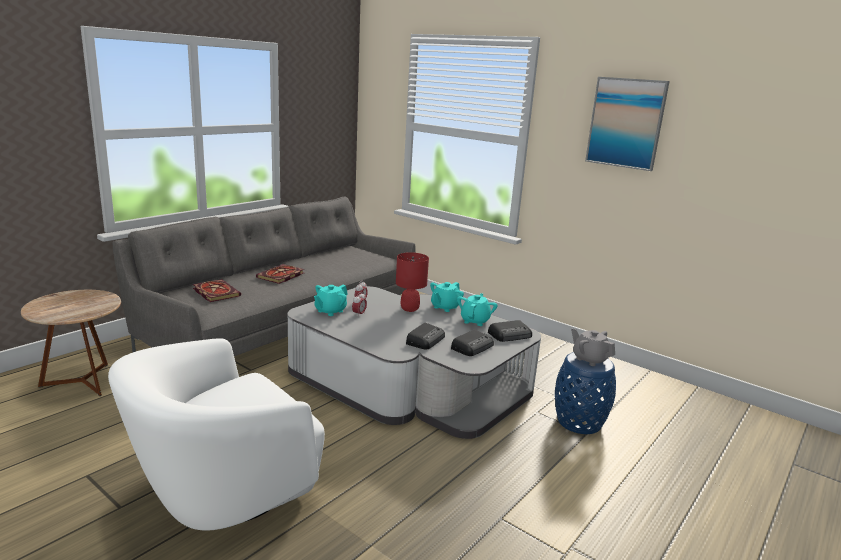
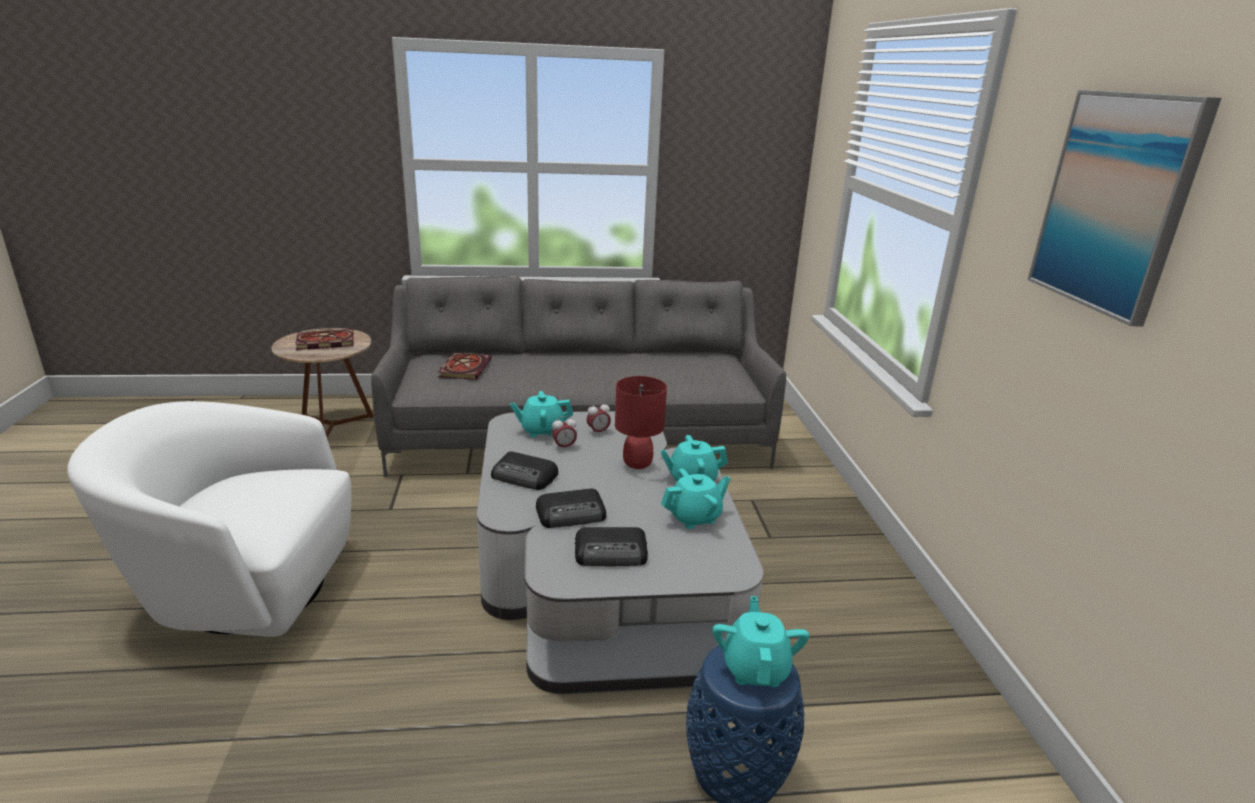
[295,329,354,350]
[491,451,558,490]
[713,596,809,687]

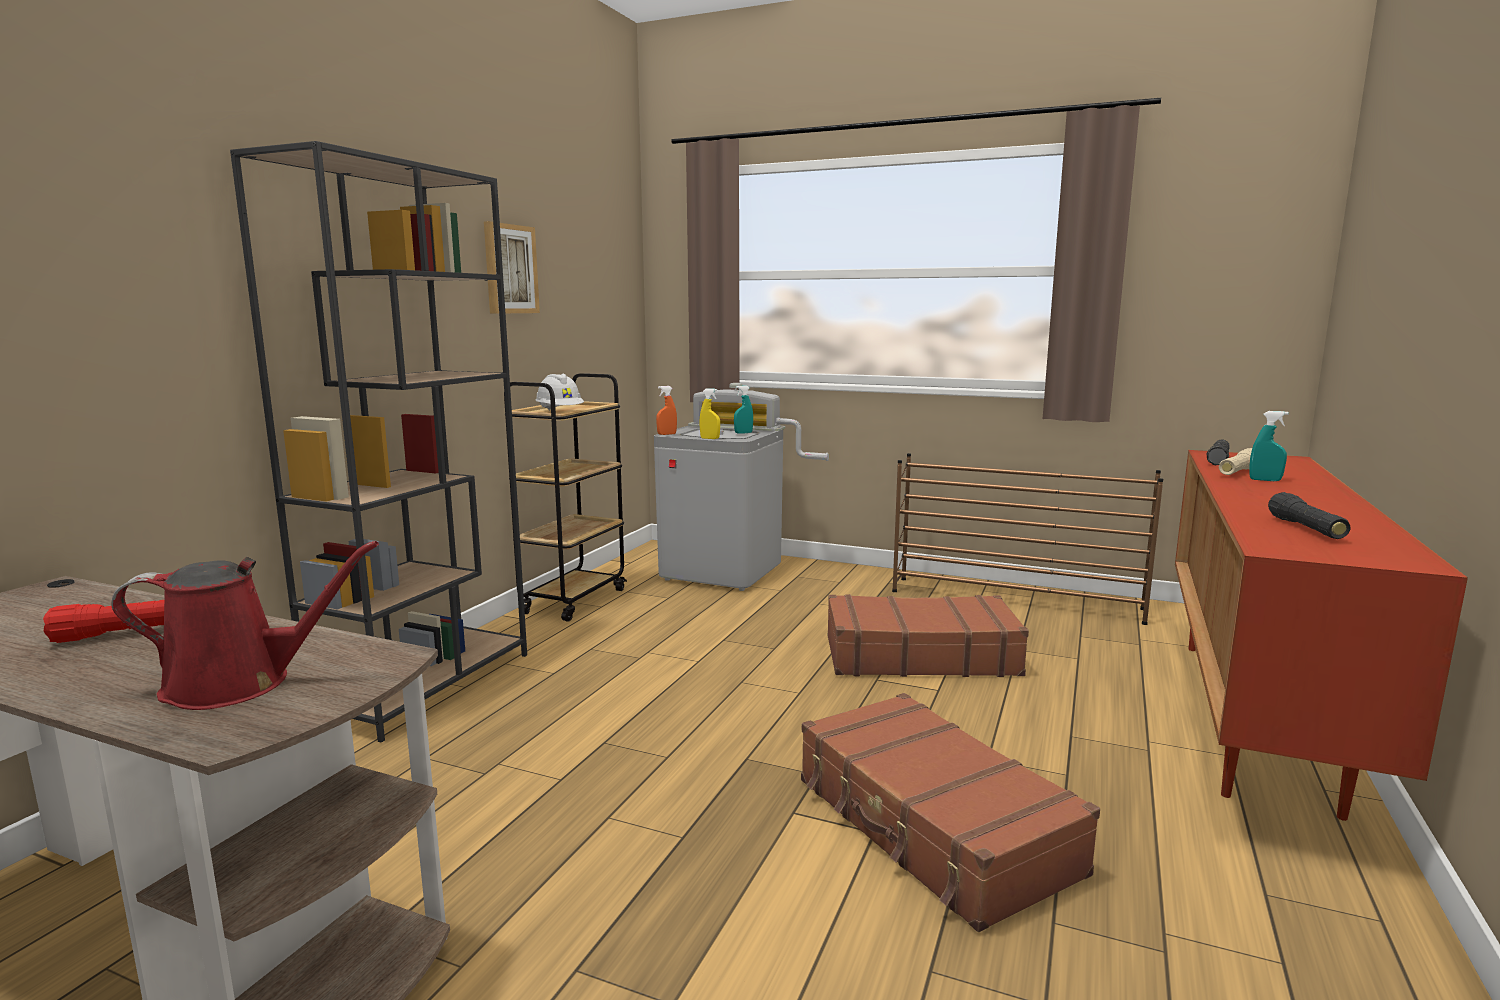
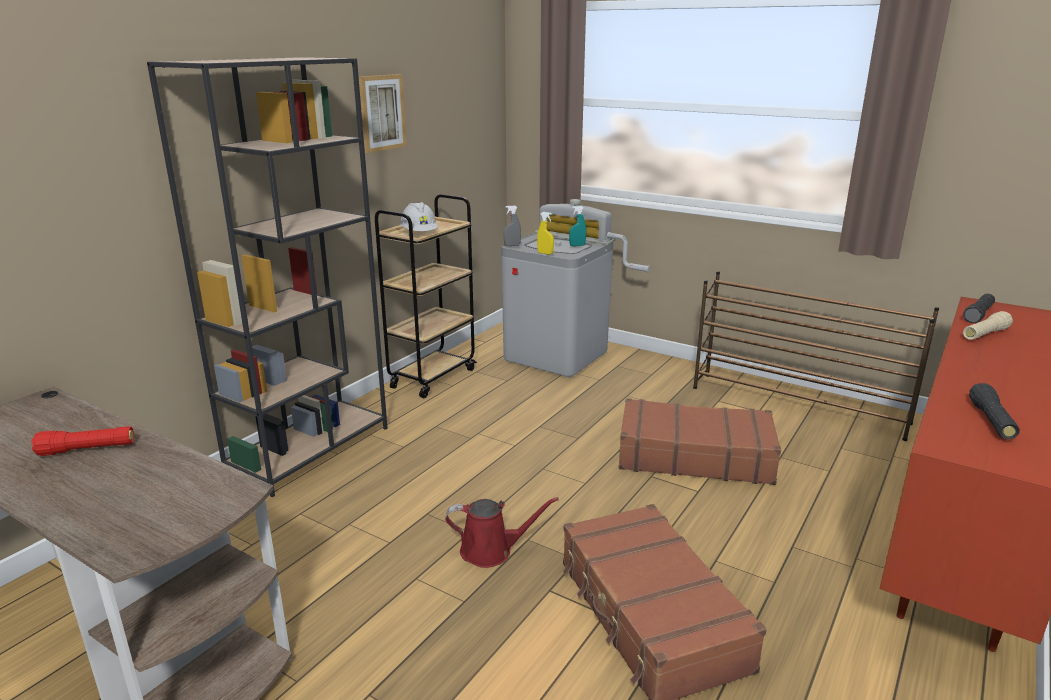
[1249,411,1289,481] (first image)
[445,497,559,568]
[503,205,521,246]

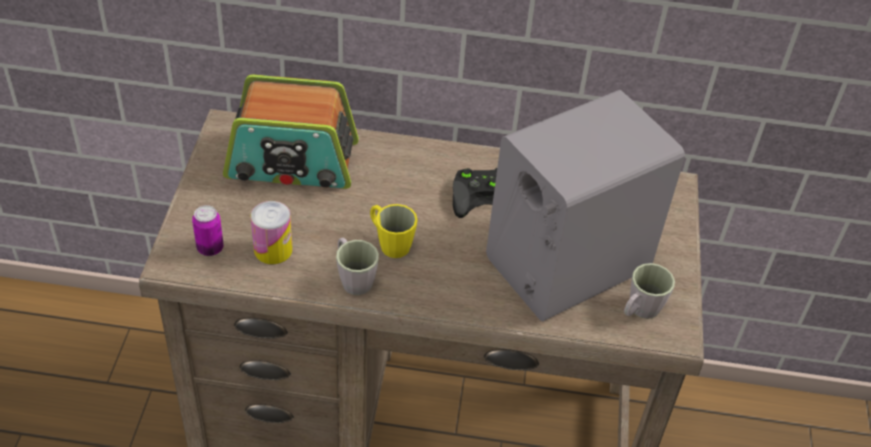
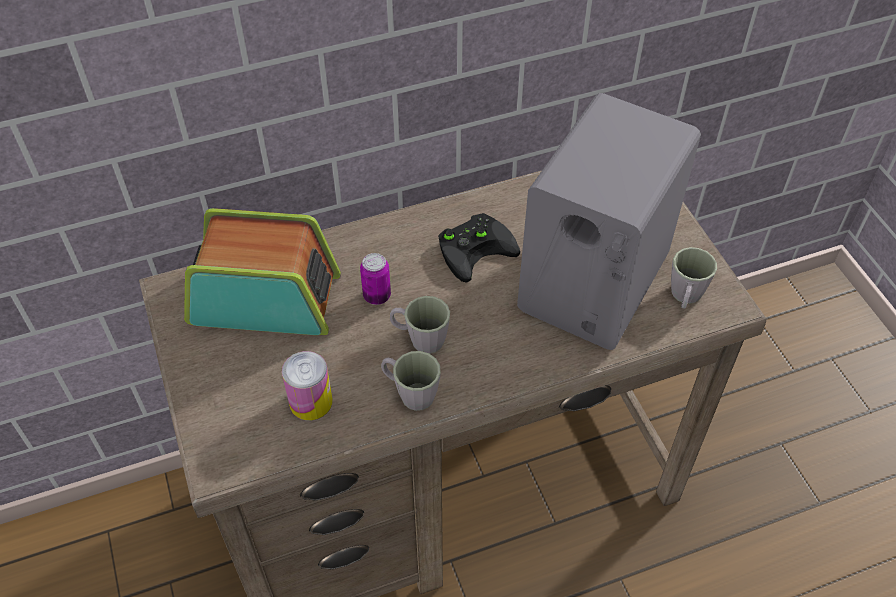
[360,253,391,305]
[390,296,450,354]
[184,208,341,335]

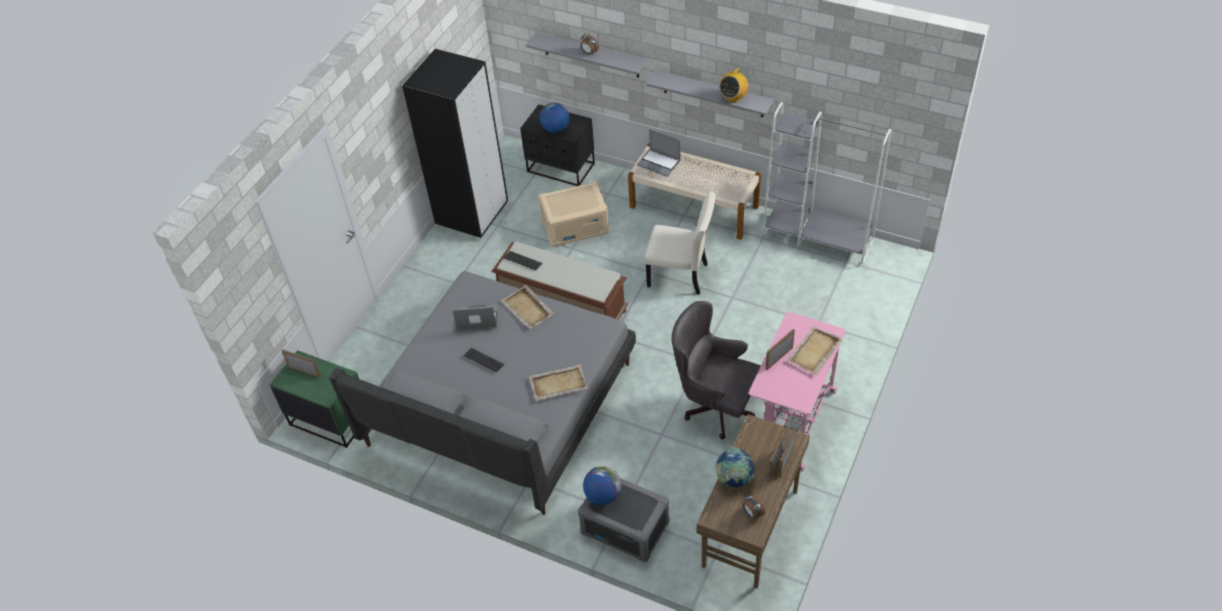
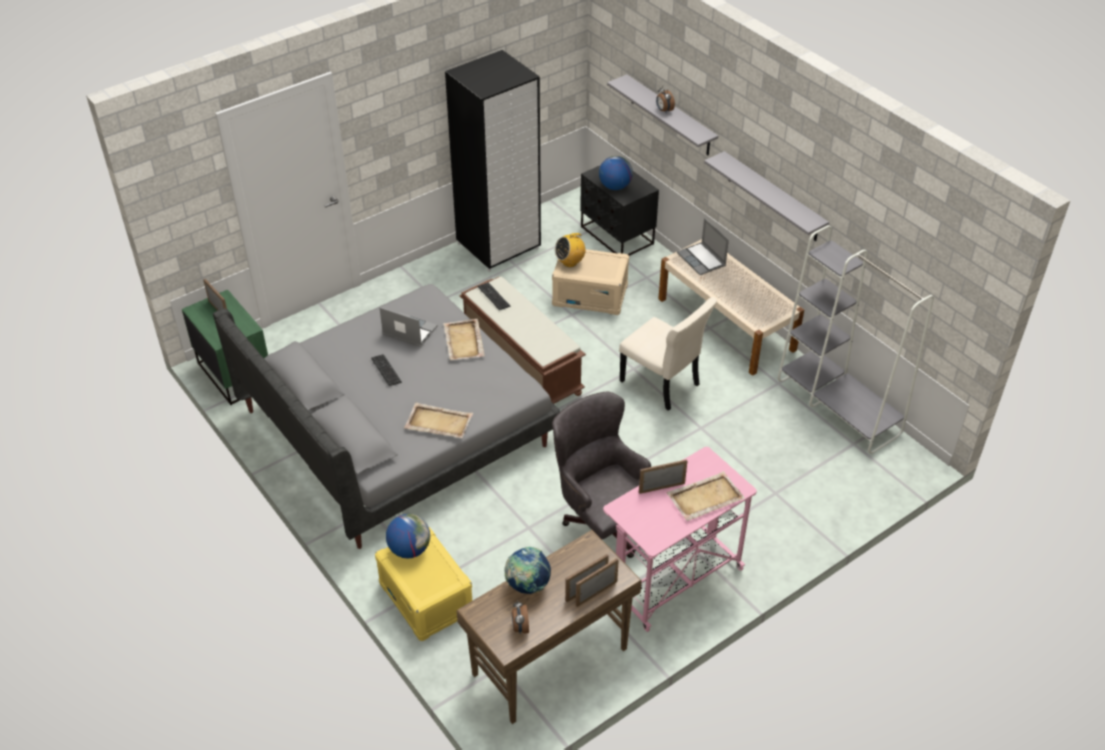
[555,233,585,267]
[375,527,472,641]

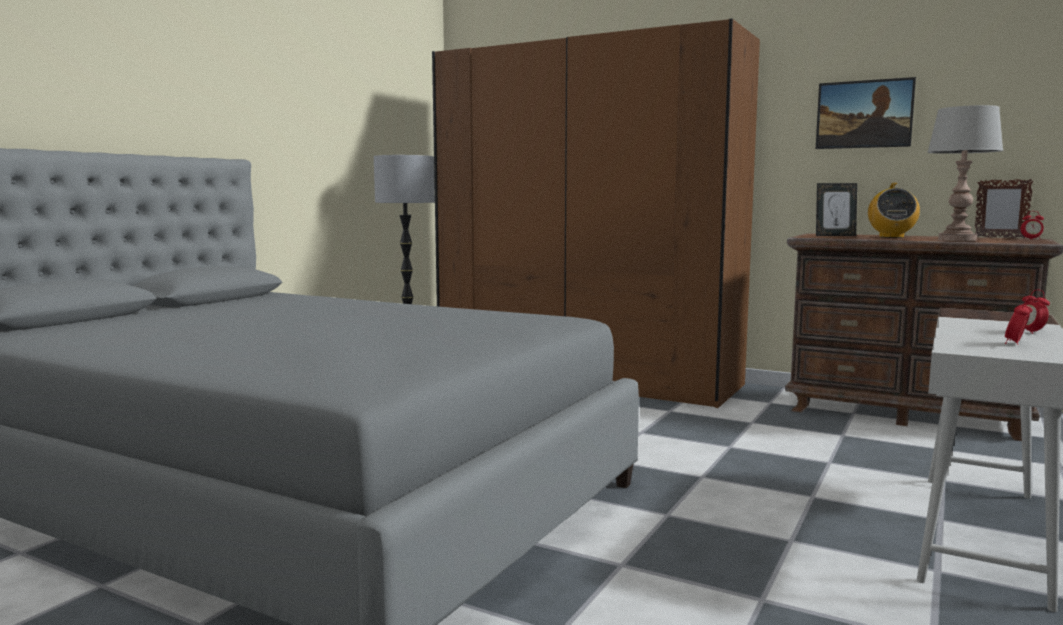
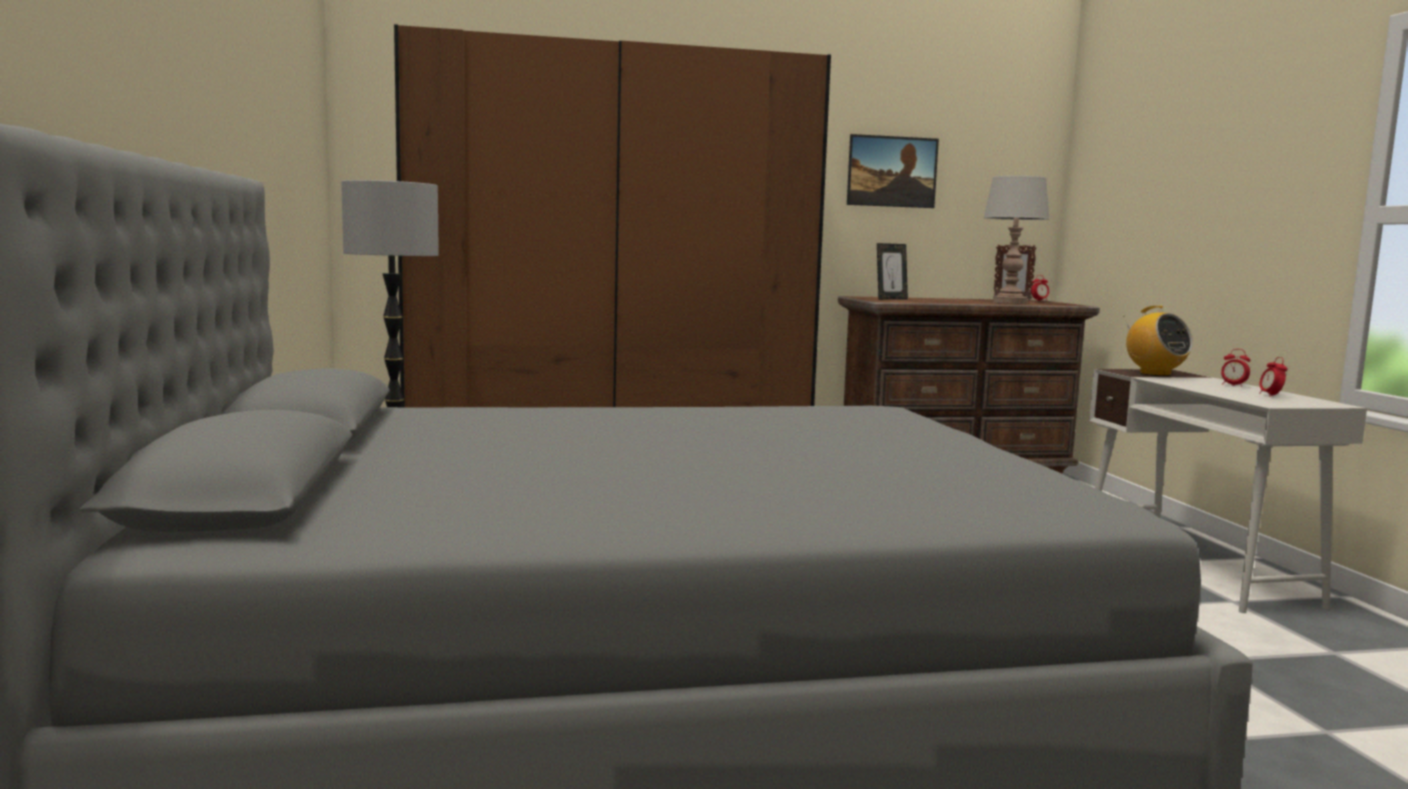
[1123,306,1193,376]

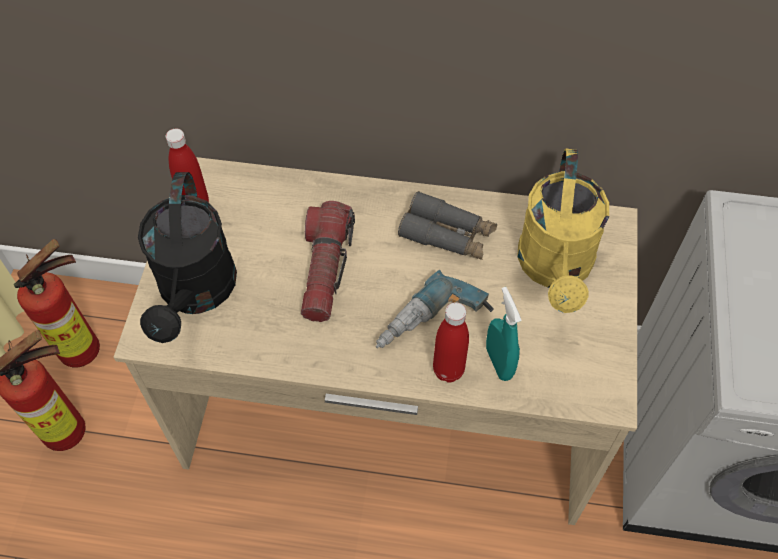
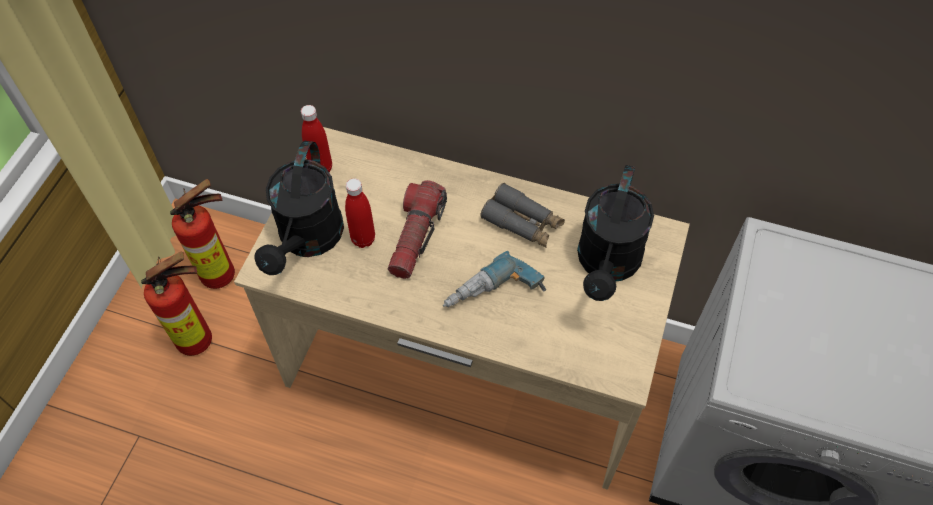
[486,287,522,381] (first image)
[345,178,375,248]
[577,165,654,301]

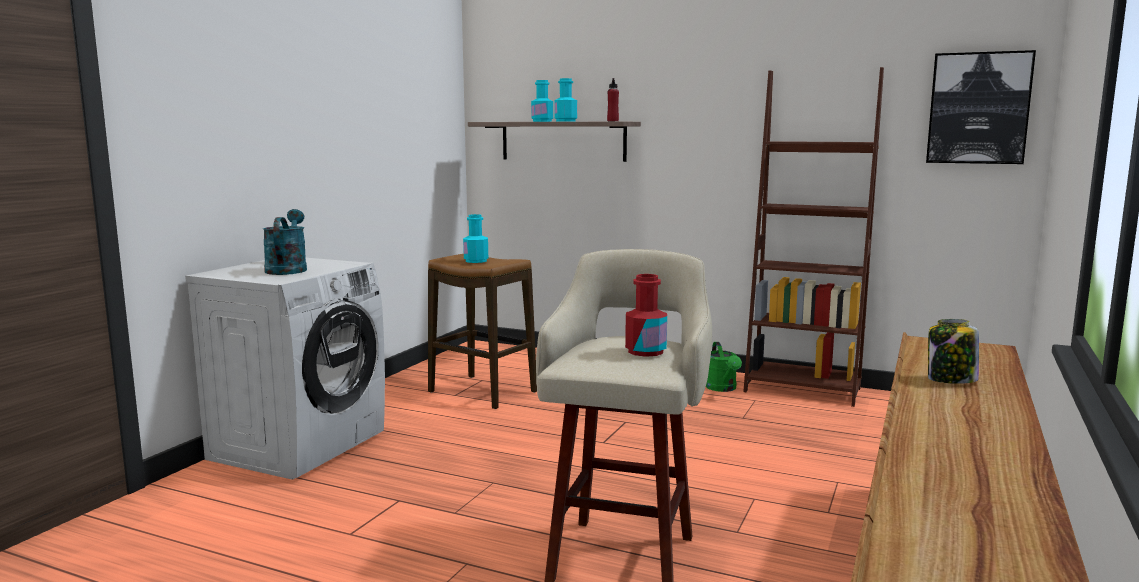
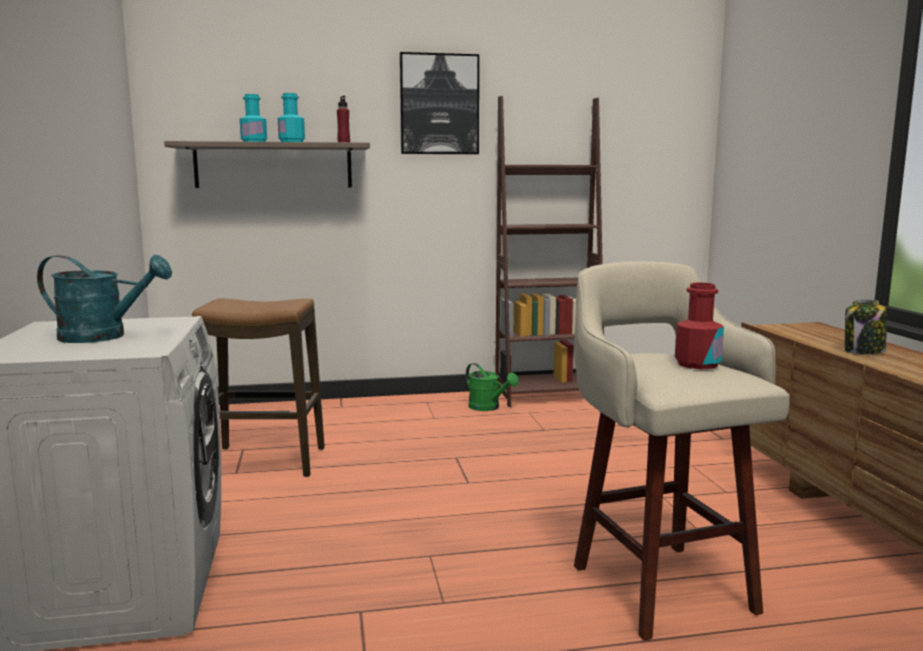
[463,214,488,263] (first image)
[399,52,479,154]
[37,255,172,343]

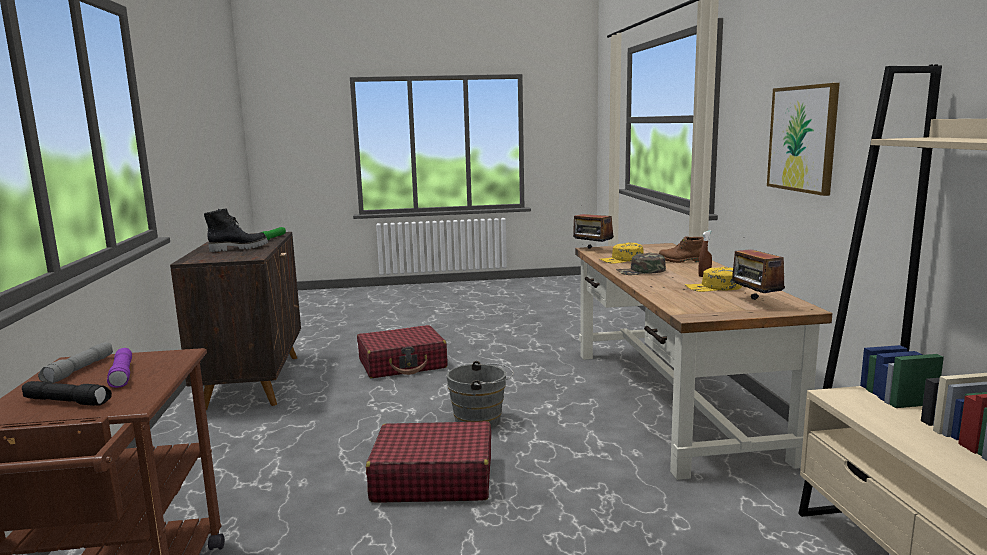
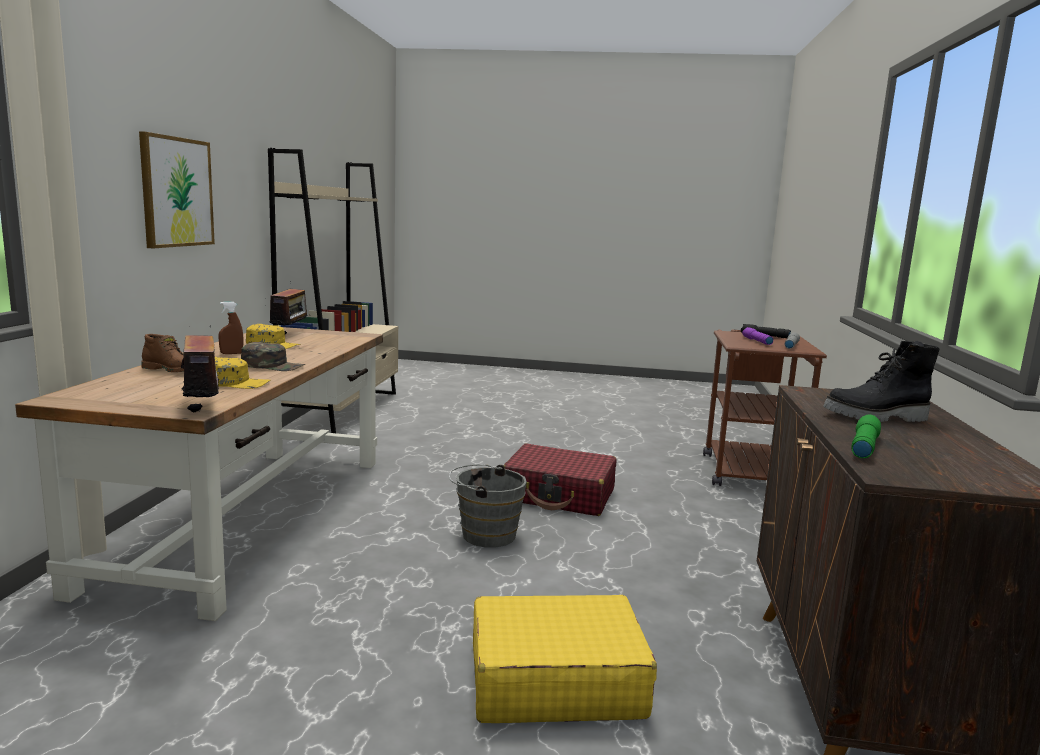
[473,595,657,723]

